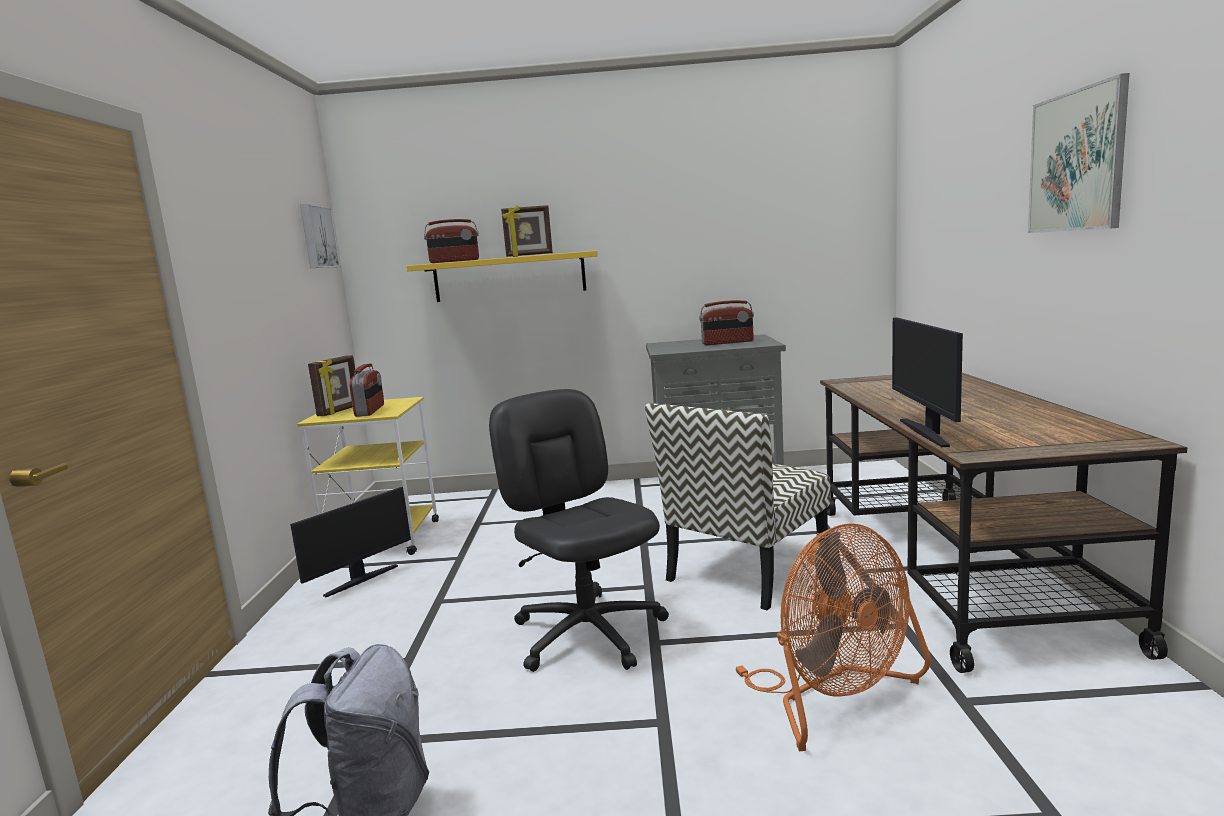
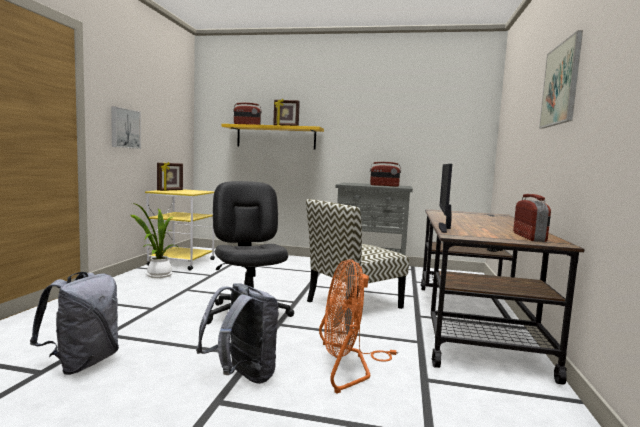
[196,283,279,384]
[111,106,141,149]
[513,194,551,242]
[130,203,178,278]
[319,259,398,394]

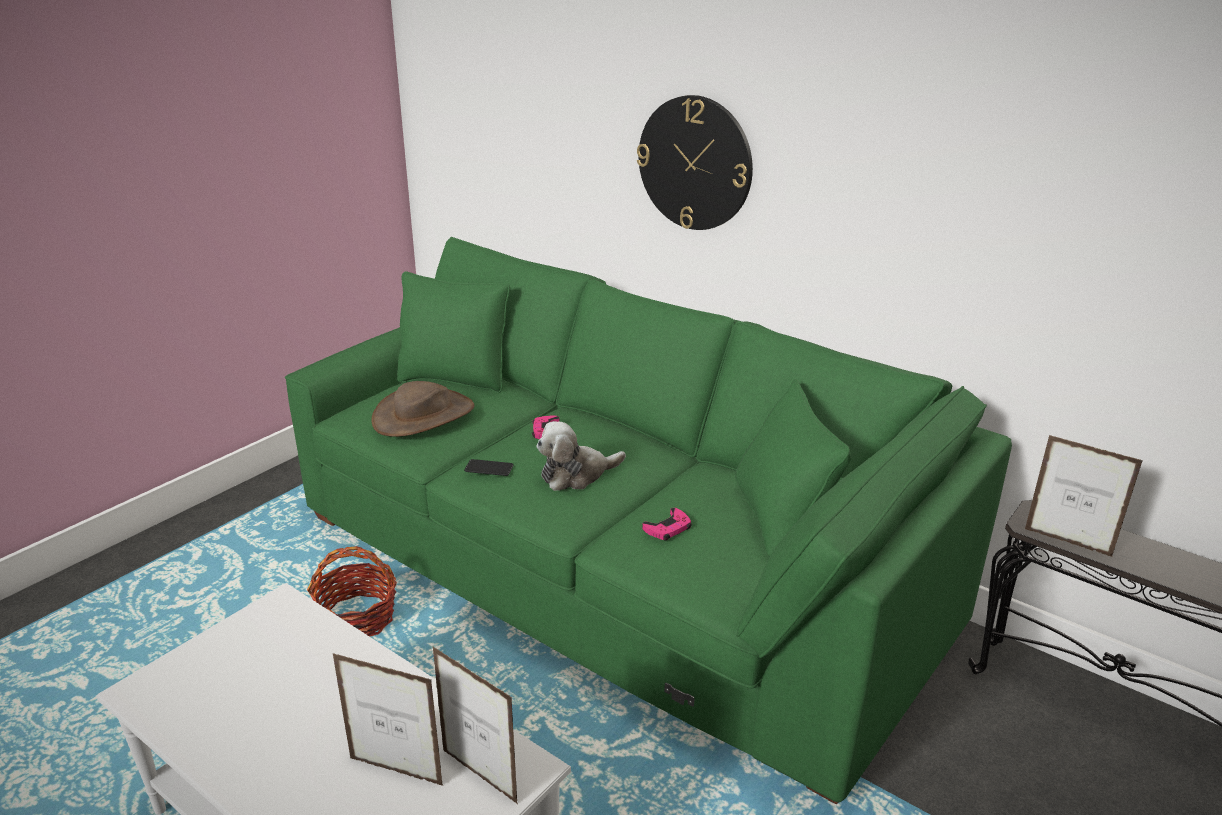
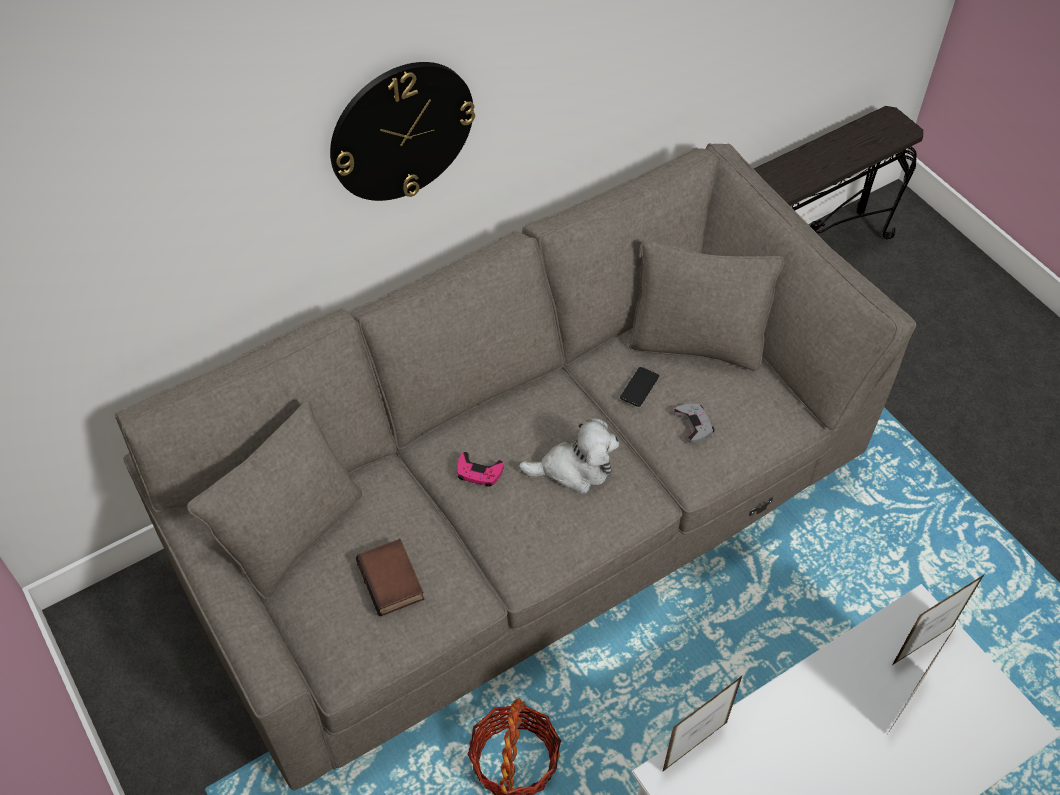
[620,367,659,407]
[662,676,742,772]
[356,539,424,616]
[115,143,916,791]
[674,404,714,444]
[519,418,619,494]

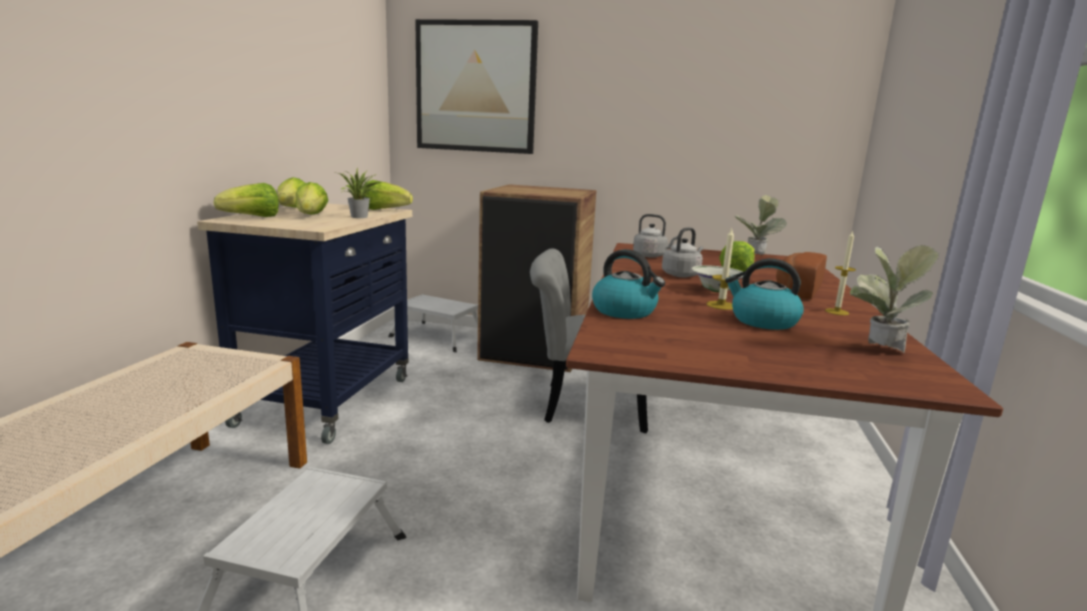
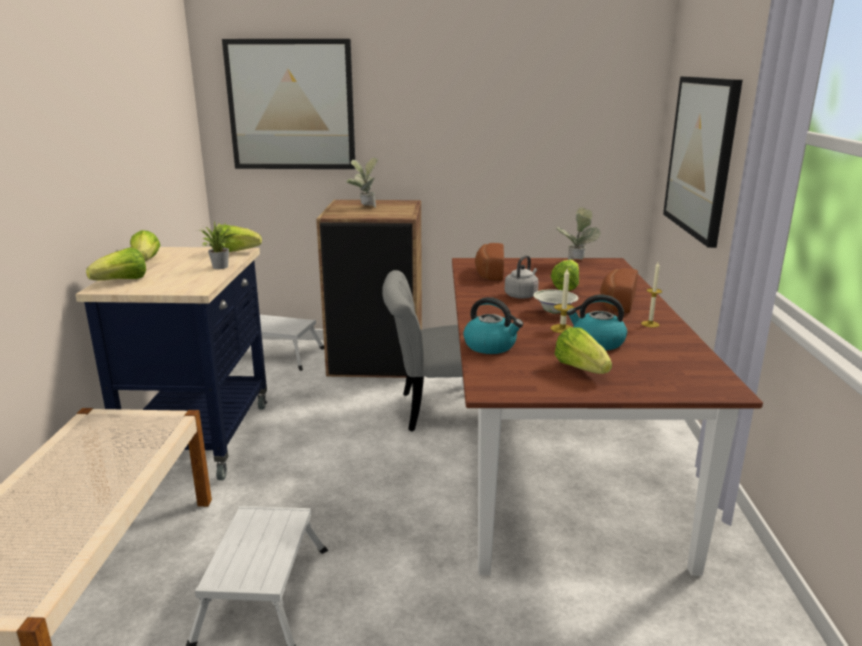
[663,76,743,248]
[554,327,612,374]
[346,158,378,208]
[475,243,504,281]

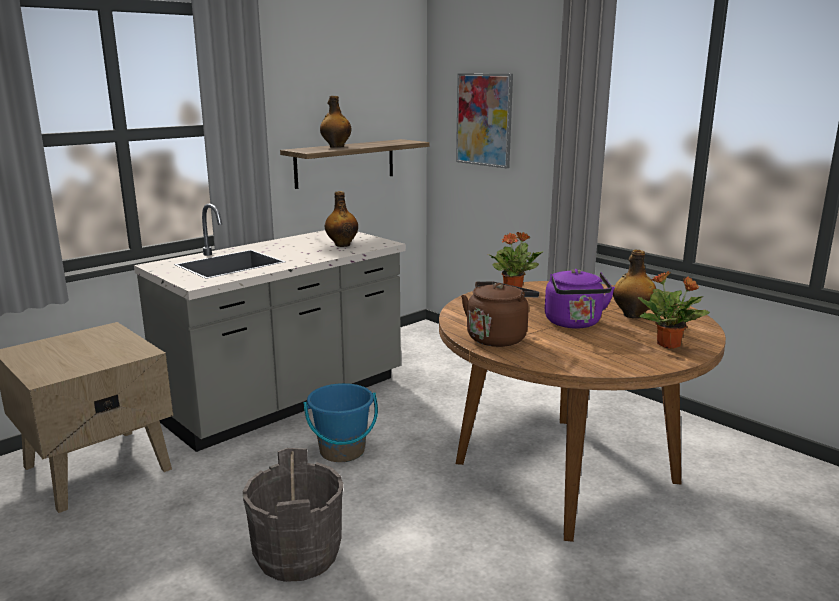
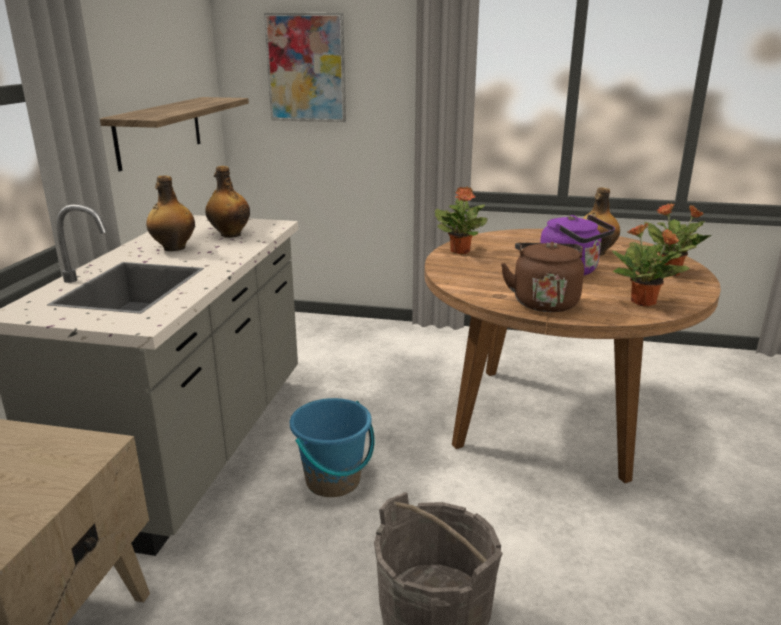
[612,223,690,307]
[146,175,195,251]

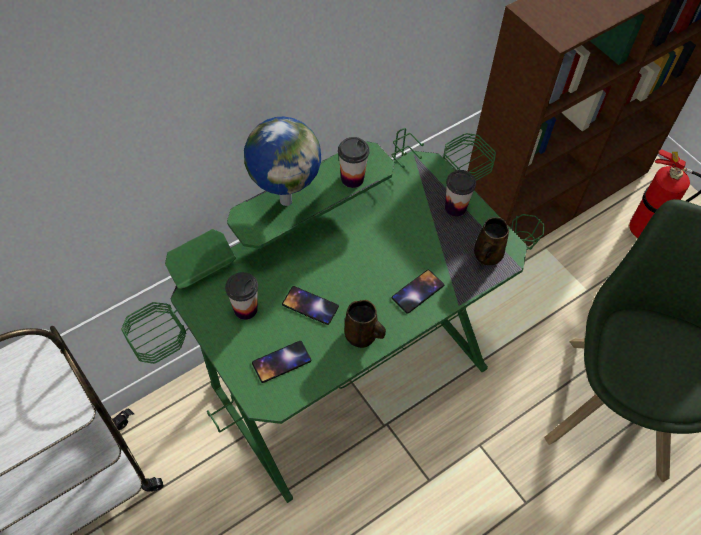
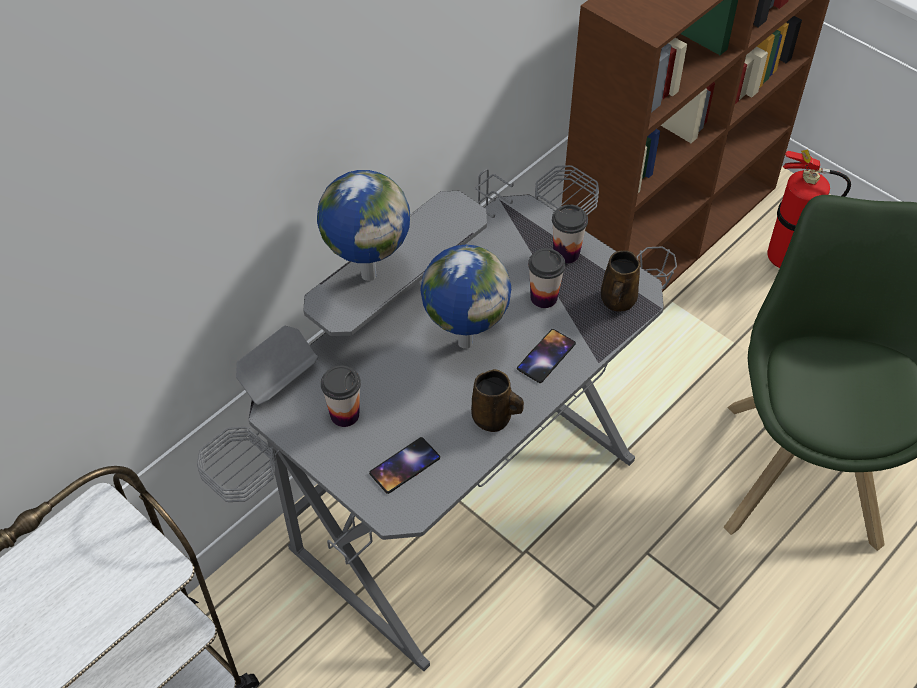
[282,286,339,325] (first image)
[420,244,511,349]
[528,248,566,308]
[197,165,677,671]

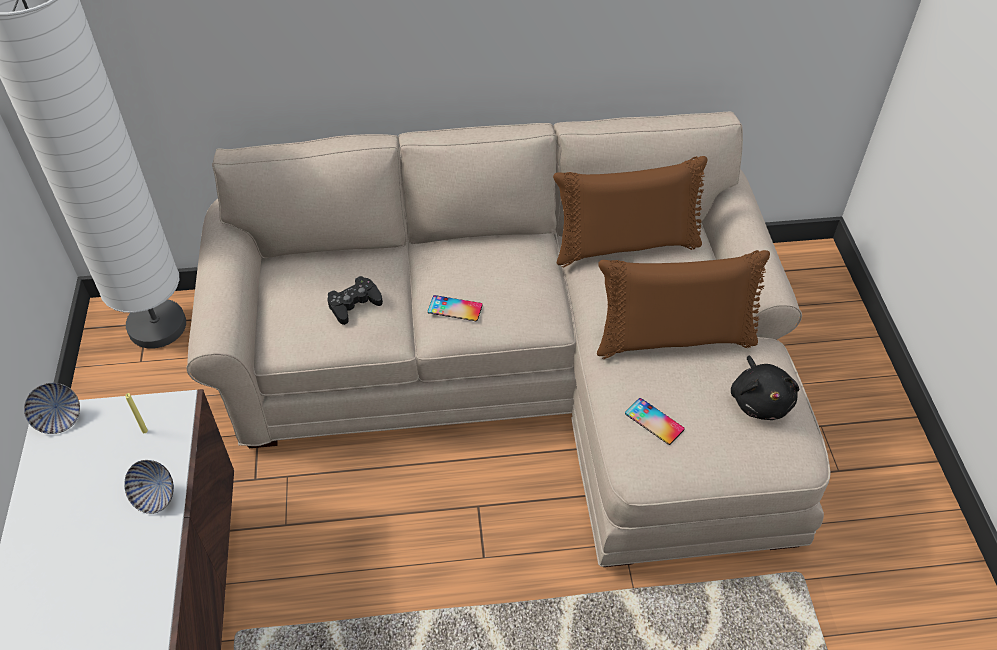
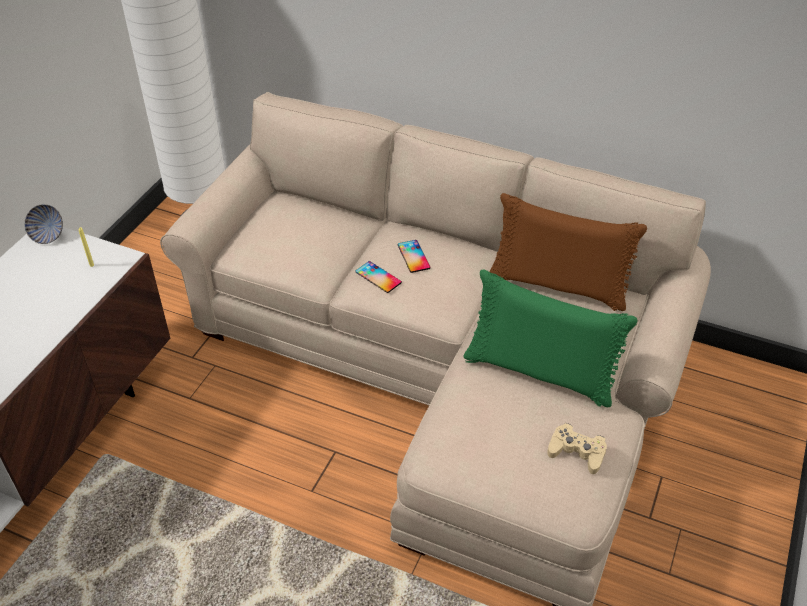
[124,460,174,514] (first image)
[327,276,383,325] (first image)
[398,240,431,273]
[547,423,607,474]
[463,269,637,407]

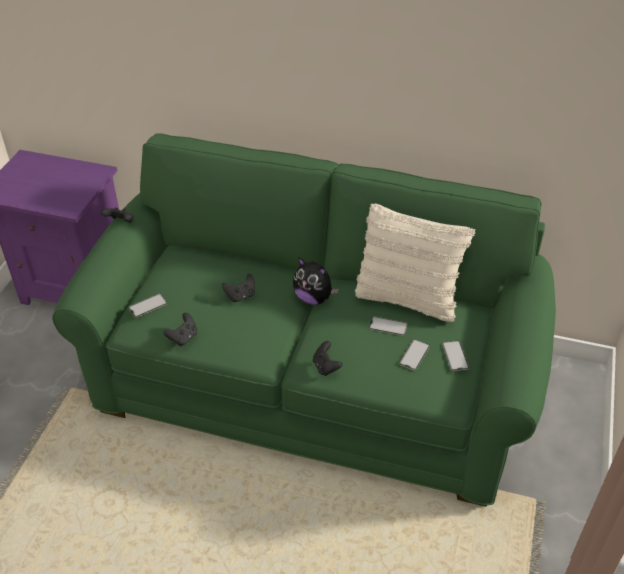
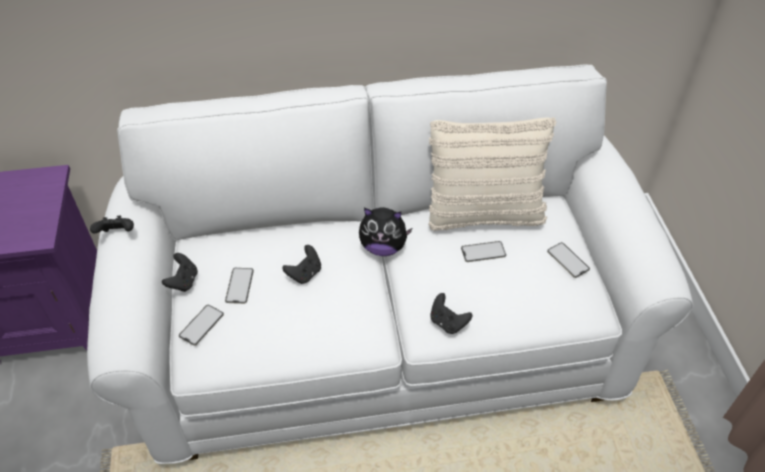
[162,253,198,292]
[225,268,254,304]
[87,64,693,464]

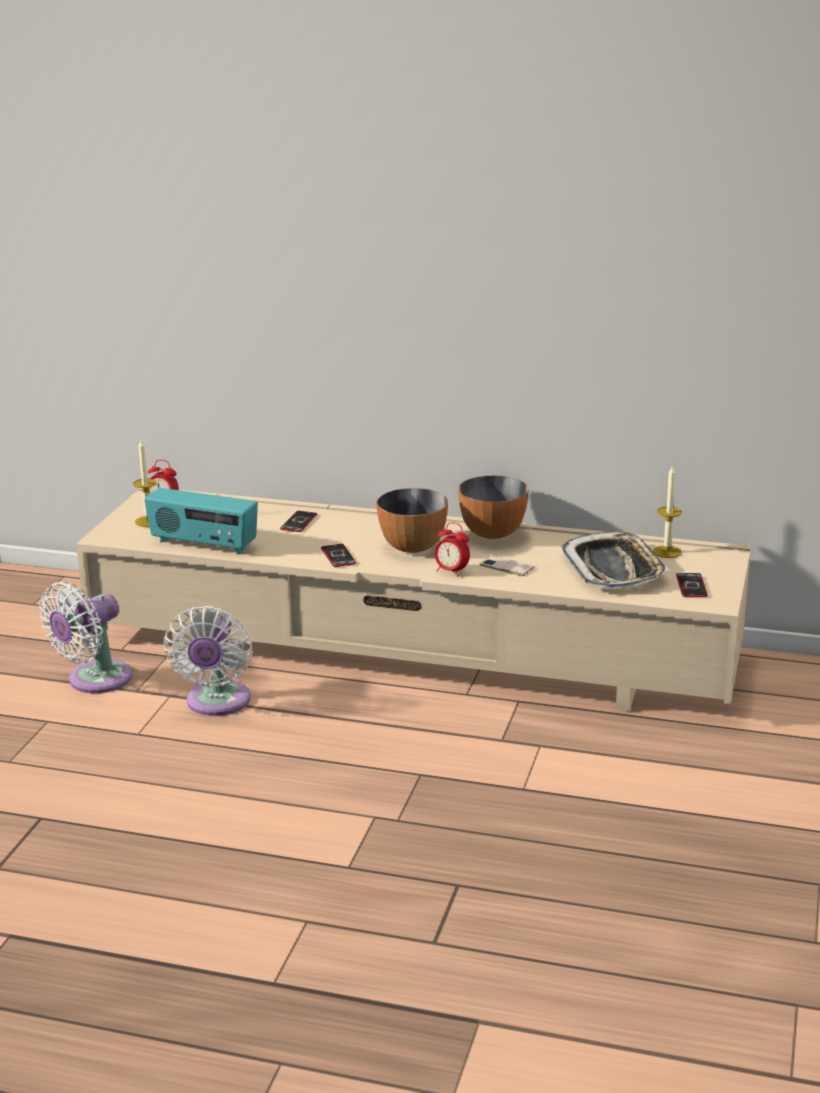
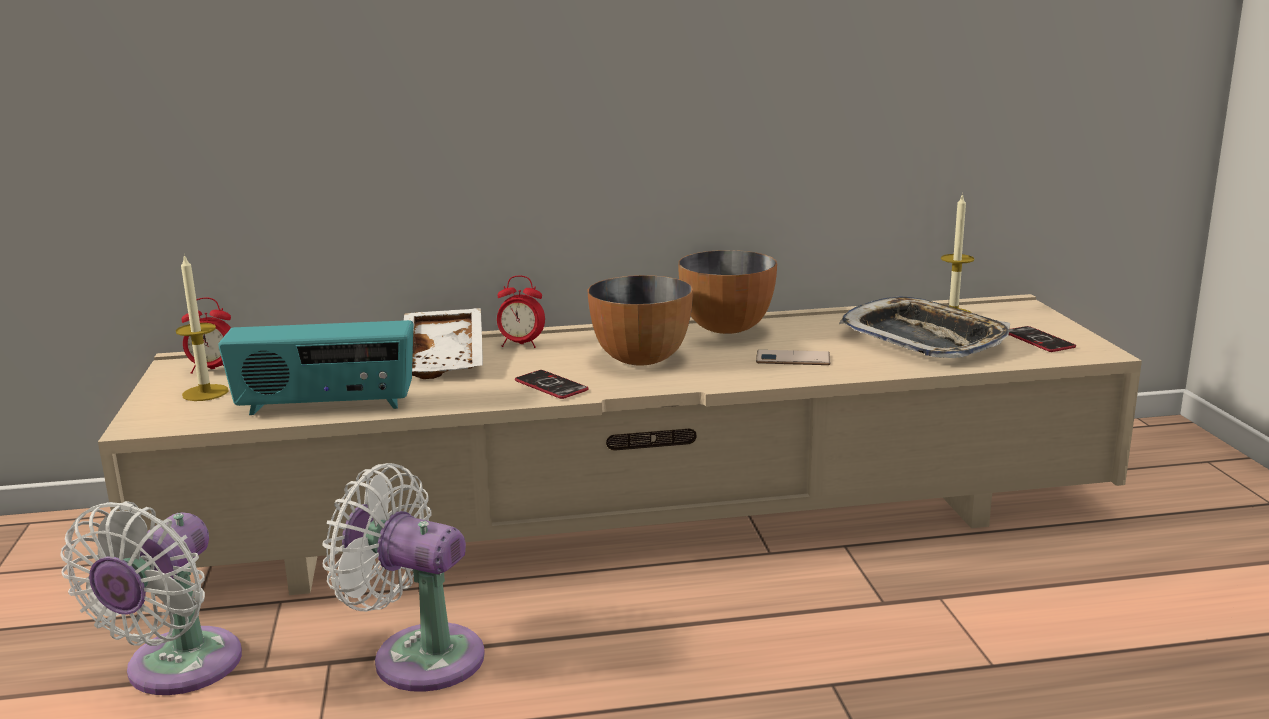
[497,275,545,348]
[404,308,483,379]
[322,463,485,692]

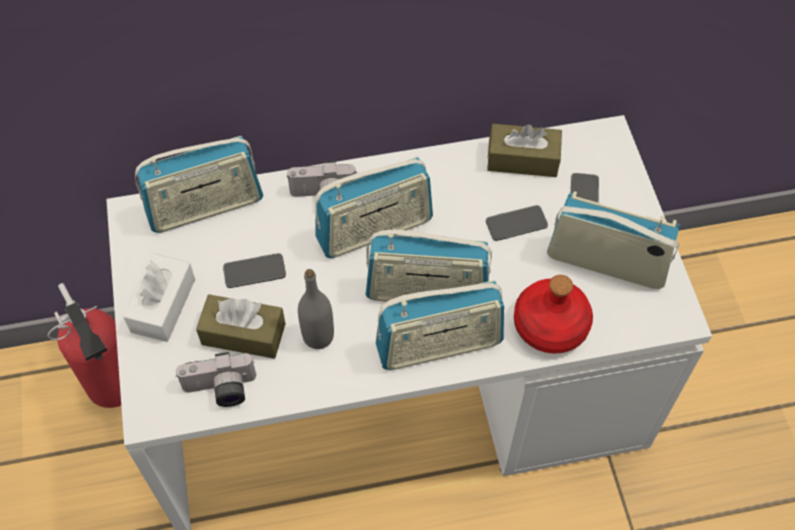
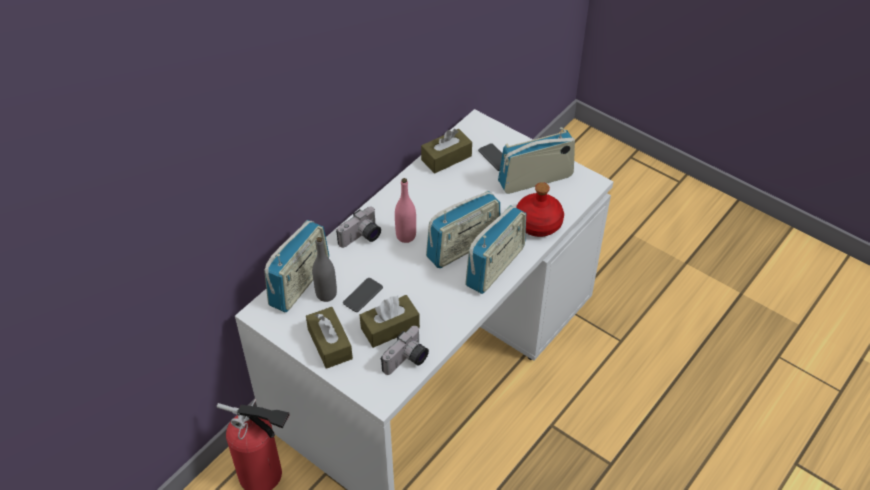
[486,205,548,241] (first image)
[312,237,337,302]
[395,178,416,243]
[306,307,353,369]

